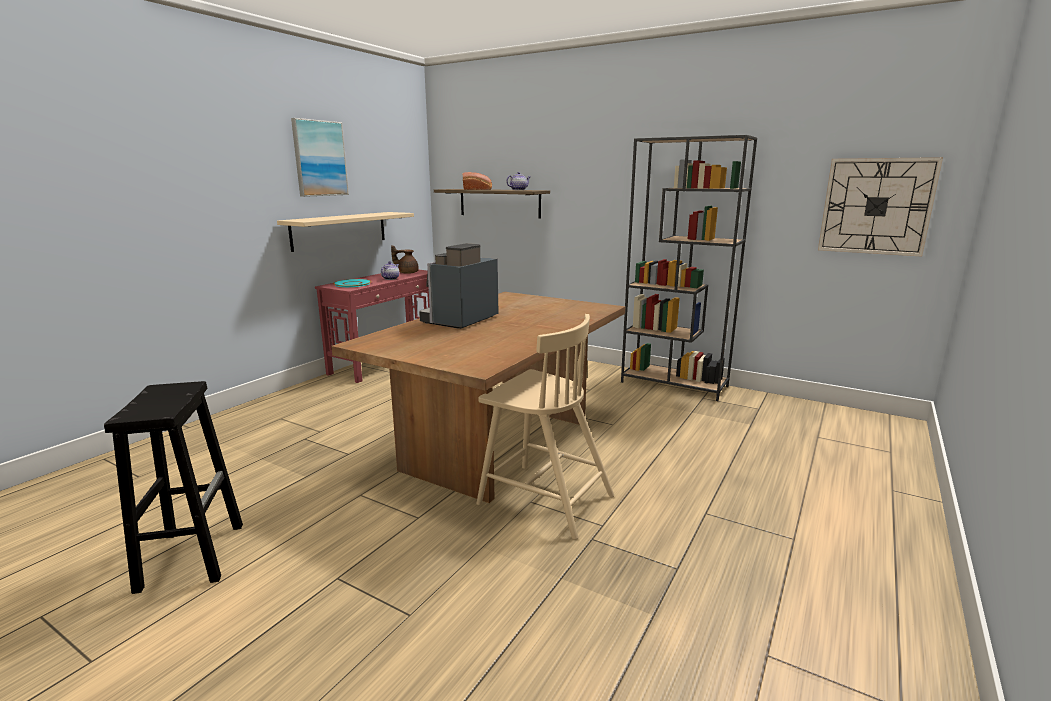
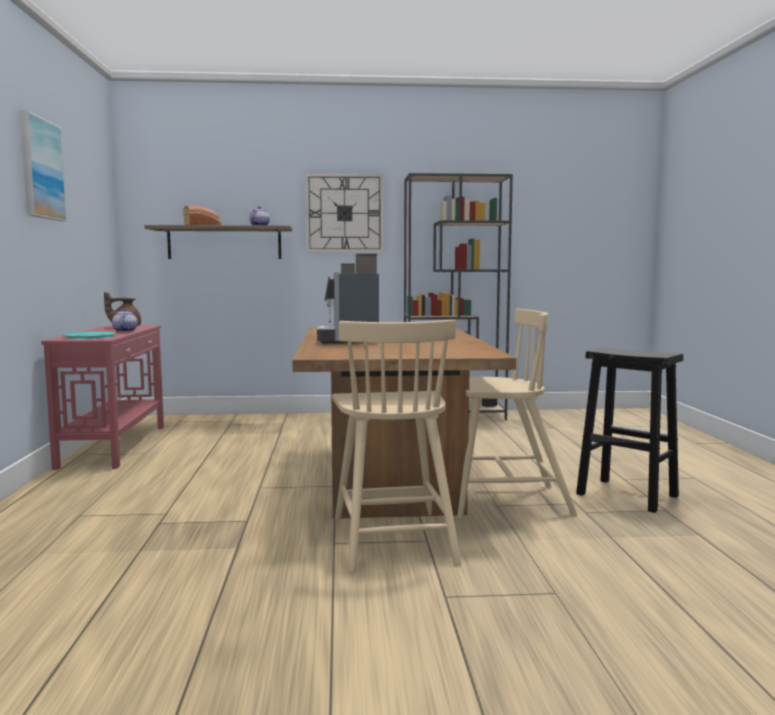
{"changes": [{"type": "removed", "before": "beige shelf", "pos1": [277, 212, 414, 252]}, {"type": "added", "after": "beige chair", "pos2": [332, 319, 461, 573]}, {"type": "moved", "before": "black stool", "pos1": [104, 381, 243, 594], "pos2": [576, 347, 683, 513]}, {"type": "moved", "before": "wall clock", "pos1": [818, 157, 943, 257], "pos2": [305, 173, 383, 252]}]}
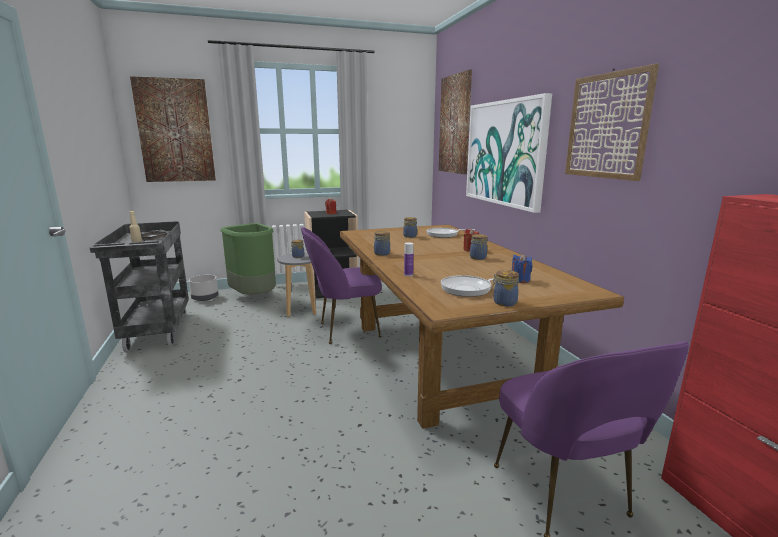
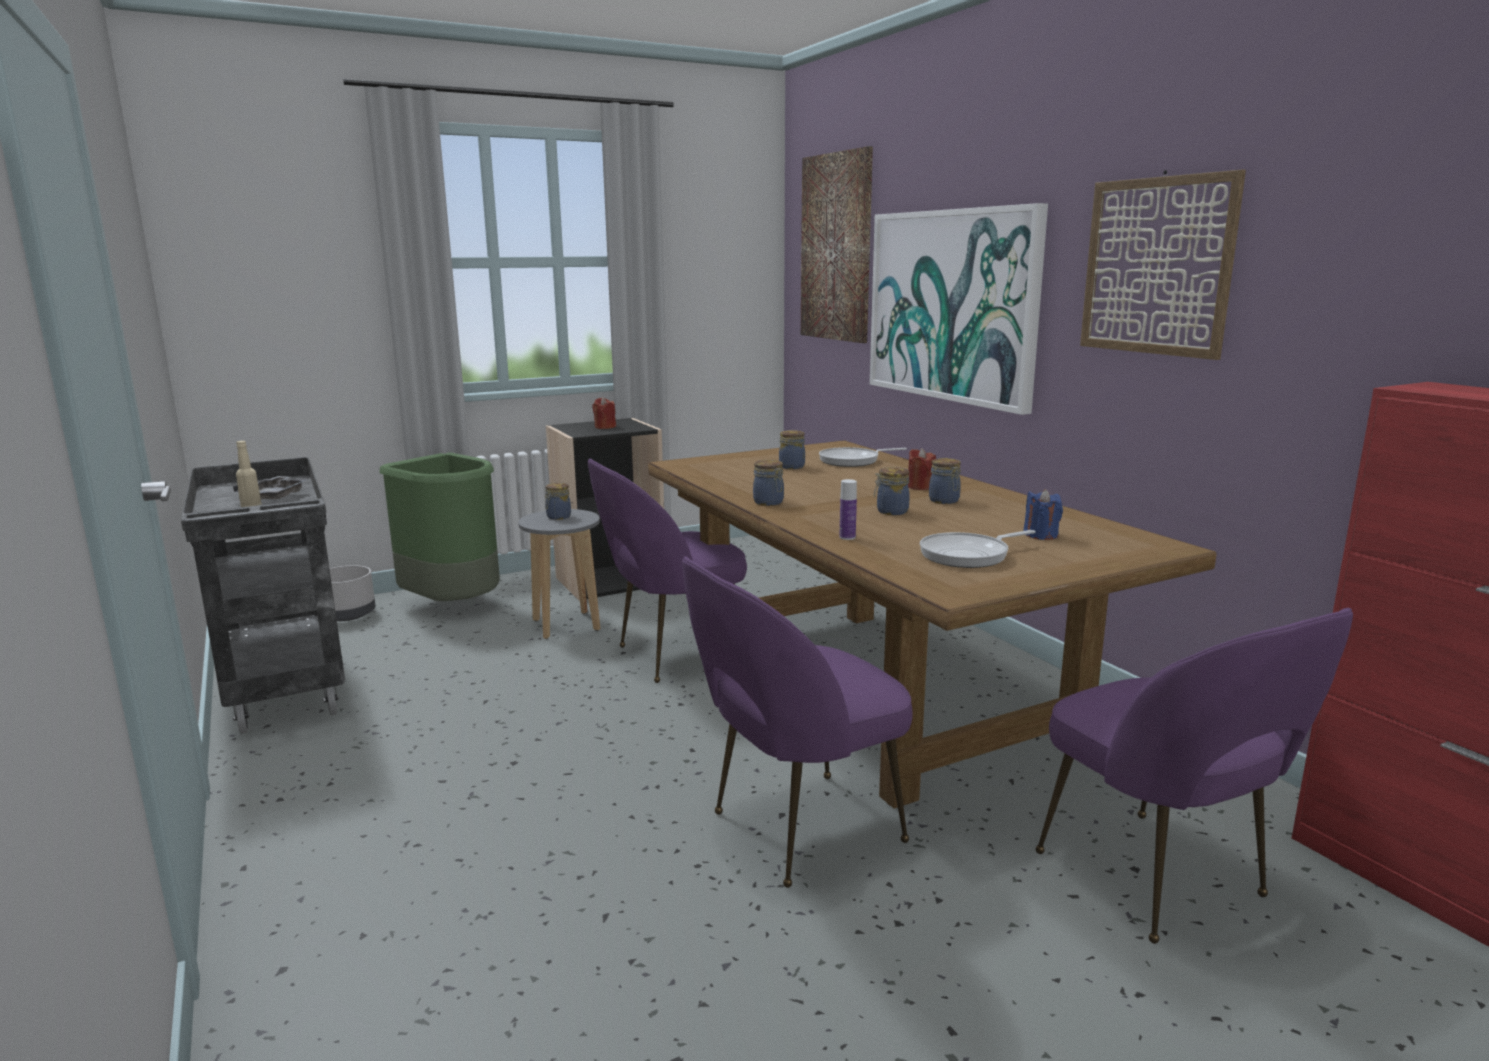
{"changes": [{"type": "removed", "before": "picture", "pos1": [130, 76, 216, 182]}, {"type": "added", "after": "purple chair", "pos2": [682, 556, 913, 888]}, {"type": "moved", "before": "jar", "pos1": [491, 270, 519, 306], "pos2": [874, 467, 910, 515]}]}
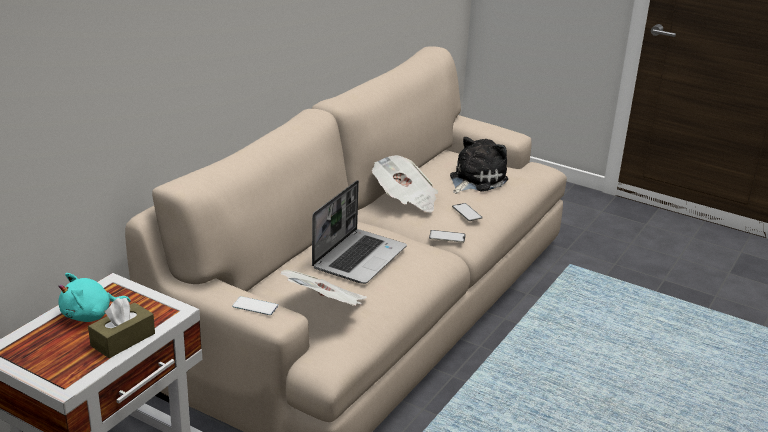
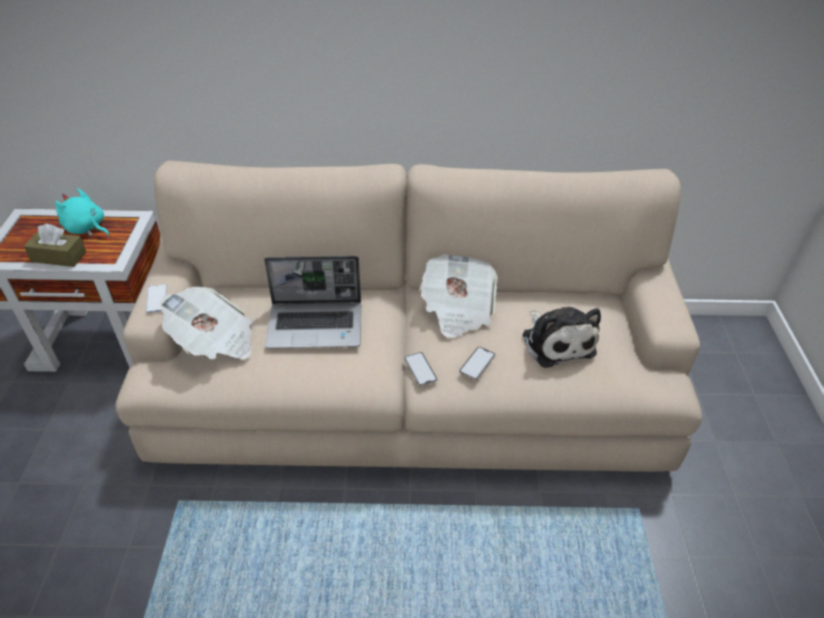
{"changes": [{"type": "turned", "before": "plush toy", "pos1": [450, 137, 508, 194], "pos2": [522, 307, 601, 368], "turn": 60}]}
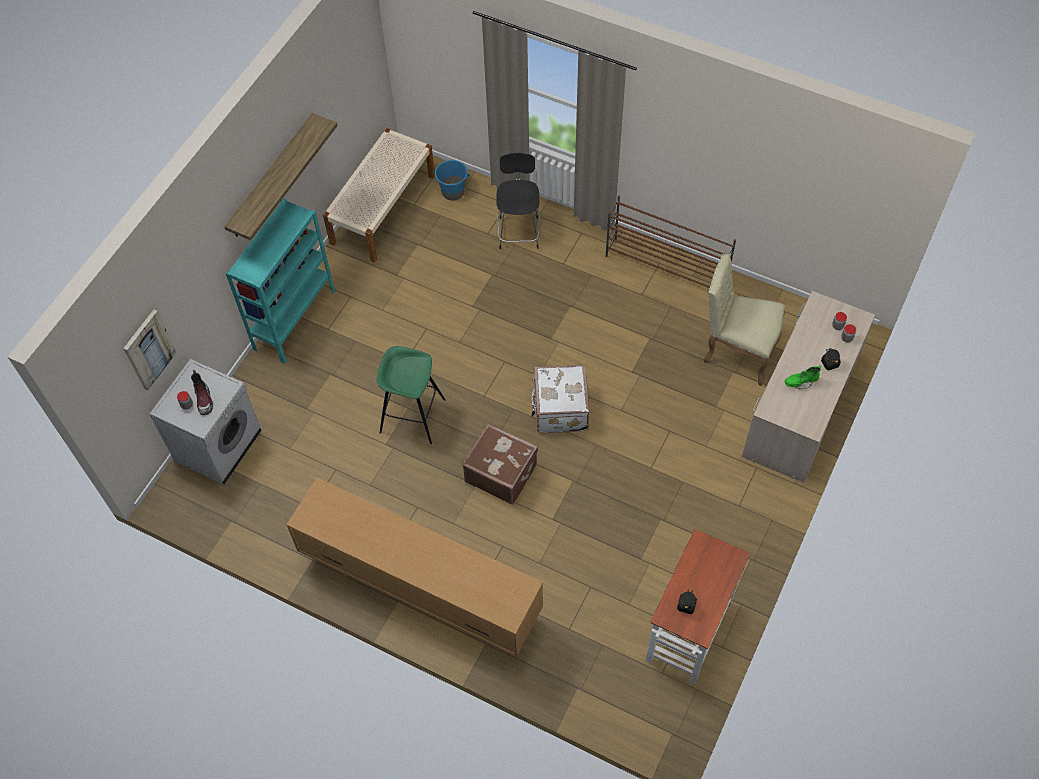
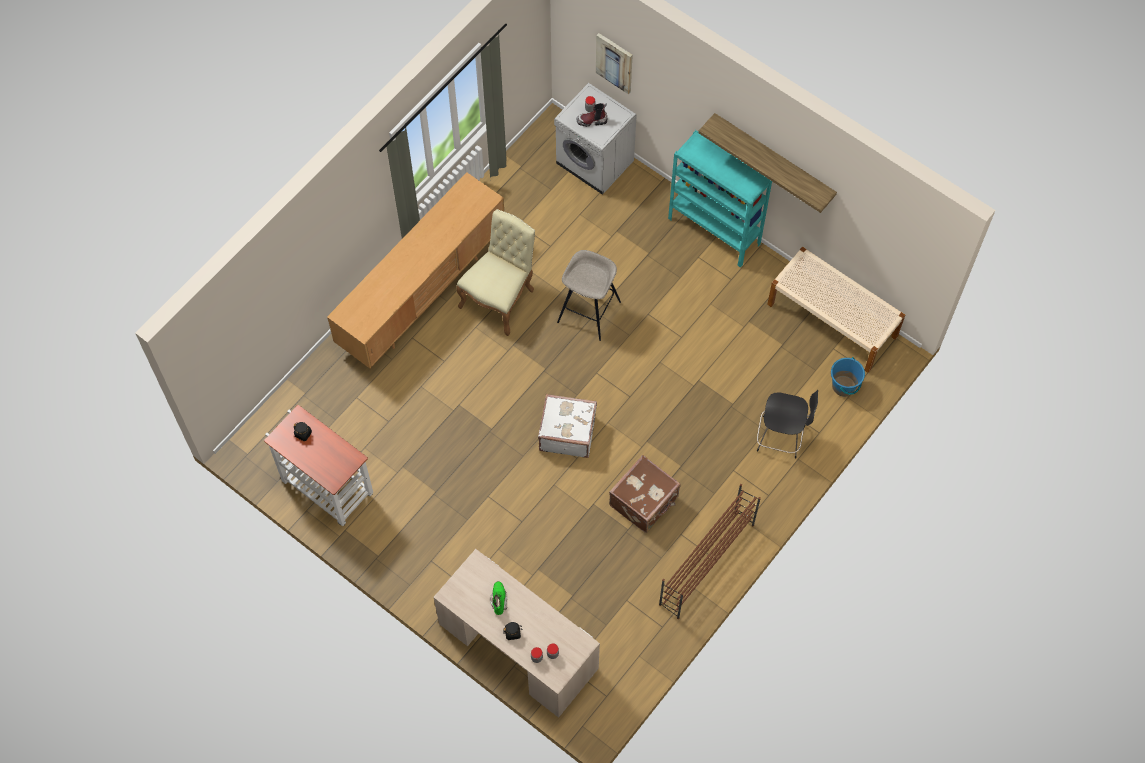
{"changes": [{"type": "moved", "before": "brown suitcase", "pos1": [462, 424, 538, 505], "pos2": [609, 455, 681, 533]}, {"type": "moved", "before": "beige chair", "pos1": [704, 254, 785, 386], "pos2": [457, 209, 535, 336]}, {"type": "recoloured", "before": "green stool", "after": "grey stool", "pos1": [377, 346, 445, 444], "pos2": [557, 250, 621, 341]}]}
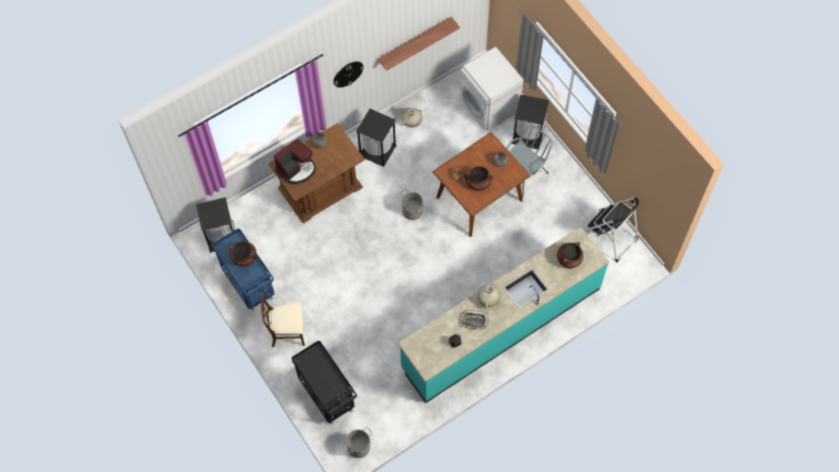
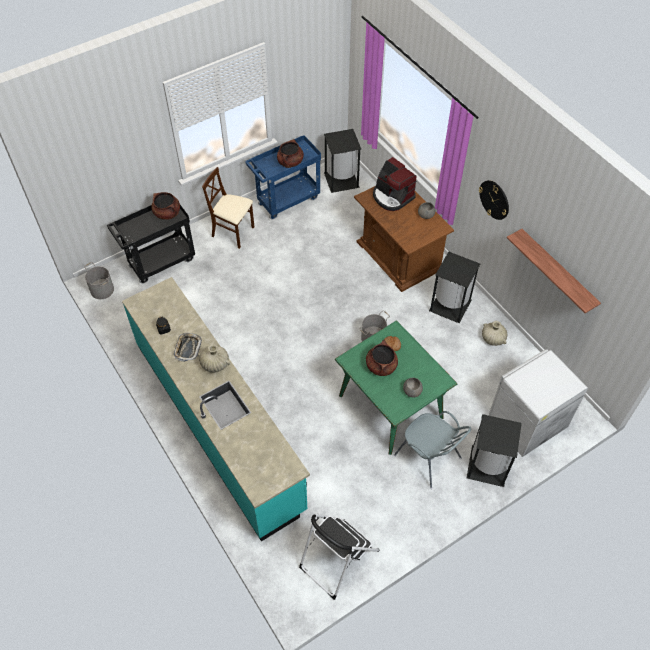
{"changes": [{"type": "moved", "before": "brown cooking pot", "pos1": [557, 242, 583, 269], "pos2": [151, 192, 180, 220]}, {"type": "recoloured", "before": "brown dining table", "after": "green dining table", "pos1": [433, 132, 531, 237], "pos2": [335, 320, 458, 455]}, {"type": "turned", "before": "beige chair", "pos1": [261, 295, 305, 347], "pos2": [202, 167, 254, 249], "turn": -60}]}
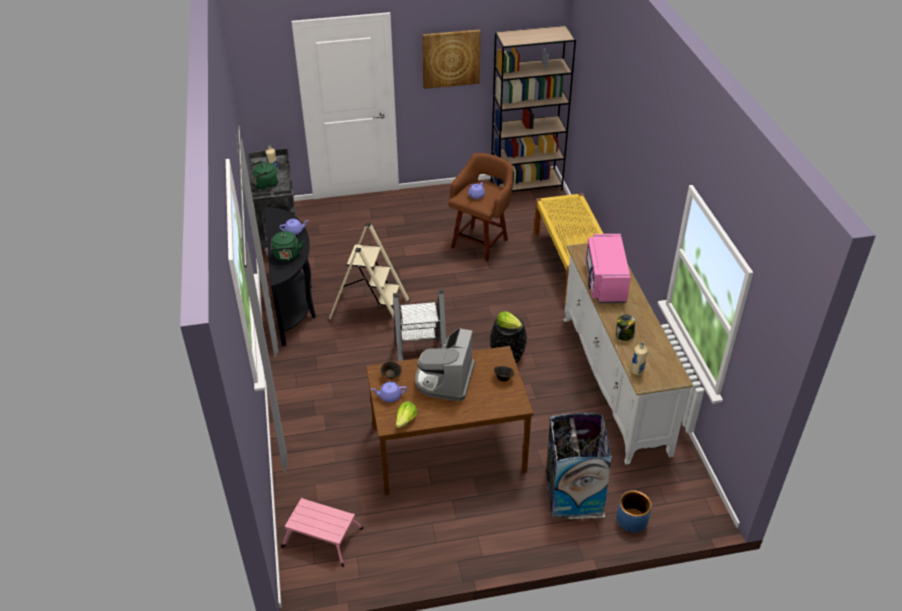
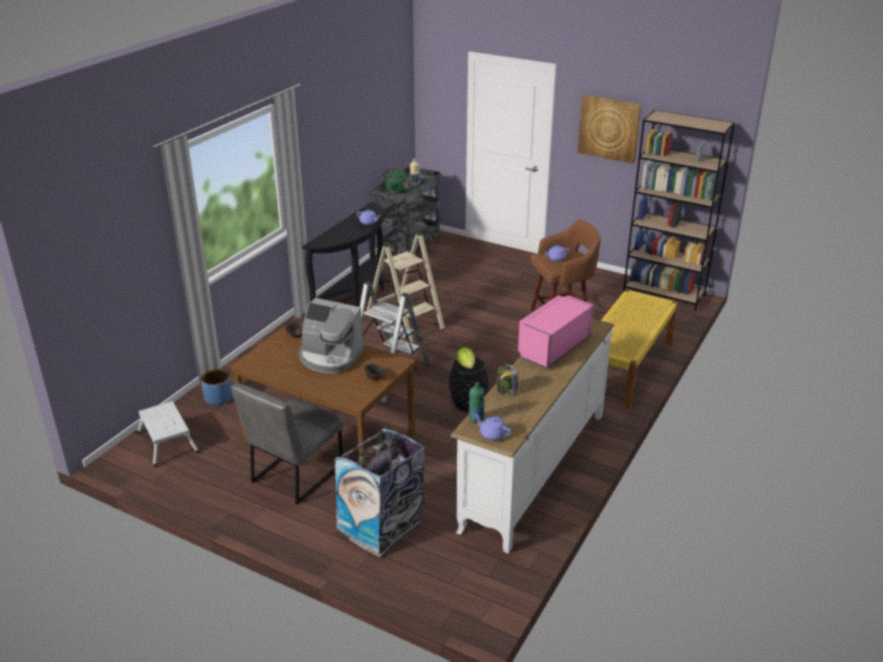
{"changes": [{"type": "removed", "before": "green kettle", "pos1": [271, 231, 304, 261]}, {"type": "removed", "before": "lettuce", "pos1": [396, 401, 418, 428]}, {"type": "added", "after": "grey chair", "pos2": [231, 383, 344, 504]}, {"type": "moved", "before": "purple teapot", "pos1": [371, 381, 407, 402], "pos2": [474, 414, 511, 440]}, {"type": "moved", "before": "blue planter", "pos1": [616, 490, 652, 533], "pos2": [201, 369, 233, 405]}, {"type": "recoloured", "before": "pink step ladder", "after": "white step ladder", "pos1": [281, 498, 364, 567], "pos2": [136, 401, 200, 468]}, {"type": "recoloured", "before": "beige bottle", "after": "green bottle", "pos1": [631, 343, 648, 375], "pos2": [469, 382, 484, 423]}, {"type": "turned", "before": "coffee machine", "pos1": [415, 328, 475, 401], "pos2": [299, 298, 364, 374], "turn": -120}]}
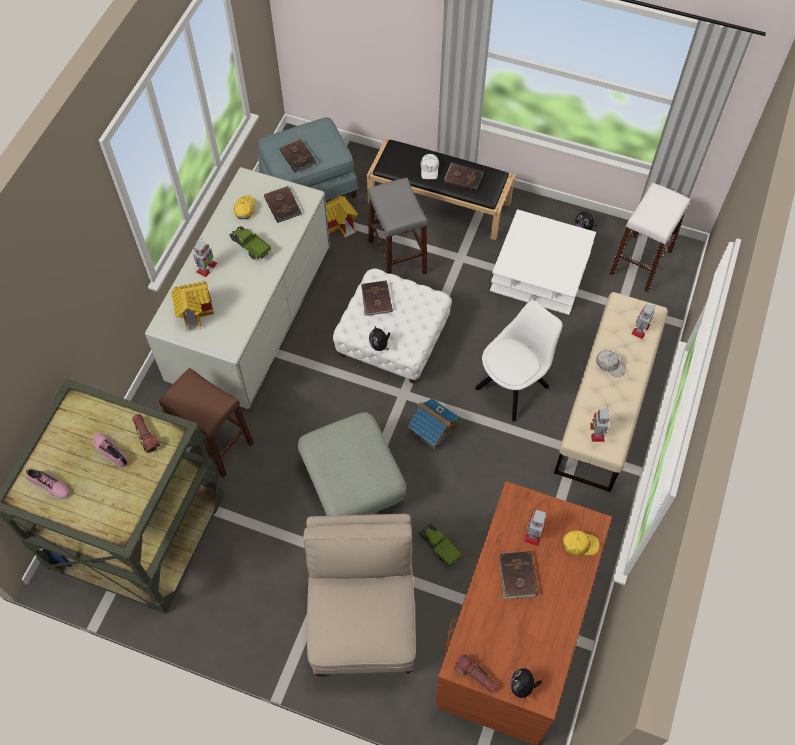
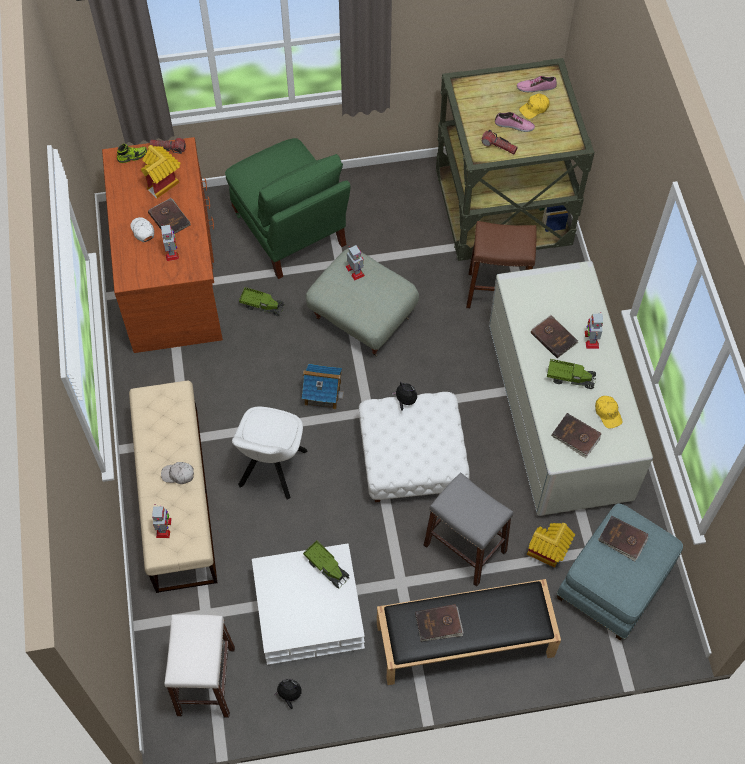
{"changes": [{"type": "added", "after": "toy truck", "pos2": [303, 540, 350, 588]}, {"type": "moved", "before": "toy house", "pos1": [171, 281, 214, 332], "pos2": [141, 145, 181, 198]}, {"type": "moved", "before": "brown book", "pos1": [361, 280, 393, 316], "pos2": [531, 315, 578, 358]}, {"type": "moved", "before": "white cap", "pos1": [420, 154, 439, 179], "pos2": [130, 217, 154, 242]}, {"type": "moved", "before": "yellow cap", "pos1": [563, 531, 600, 556], "pos2": [519, 93, 550, 119]}, {"type": "moved", "before": "toy robot", "pos1": [590, 407, 610, 442], "pos2": [345, 245, 365, 281]}, {"type": "replaced", "before": "plush toy", "after": "shoe", "pos1": [511, 667, 542, 702], "pos2": [117, 144, 147, 163]}, {"type": "recoloured", "before": "beige chair", "after": "green chair", "pos1": [303, 514, 416, 677], "pos2": [225, 138, 351, 279]}]}
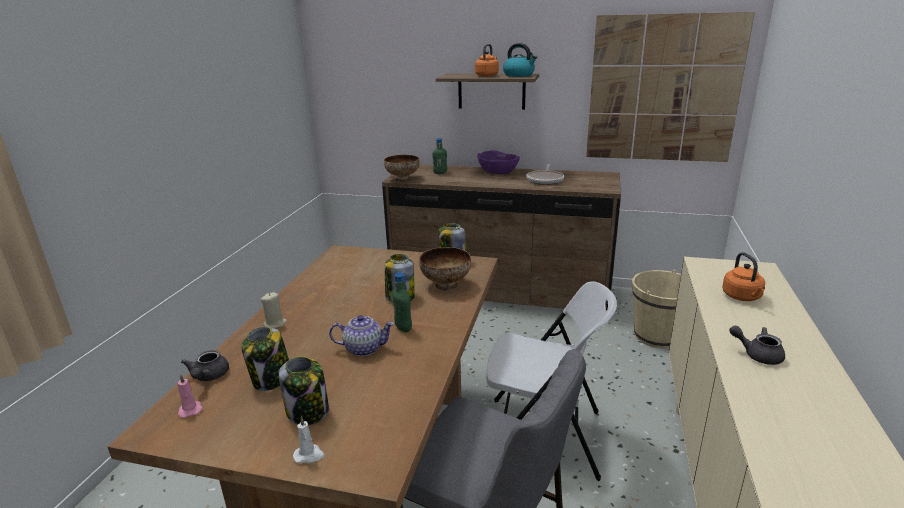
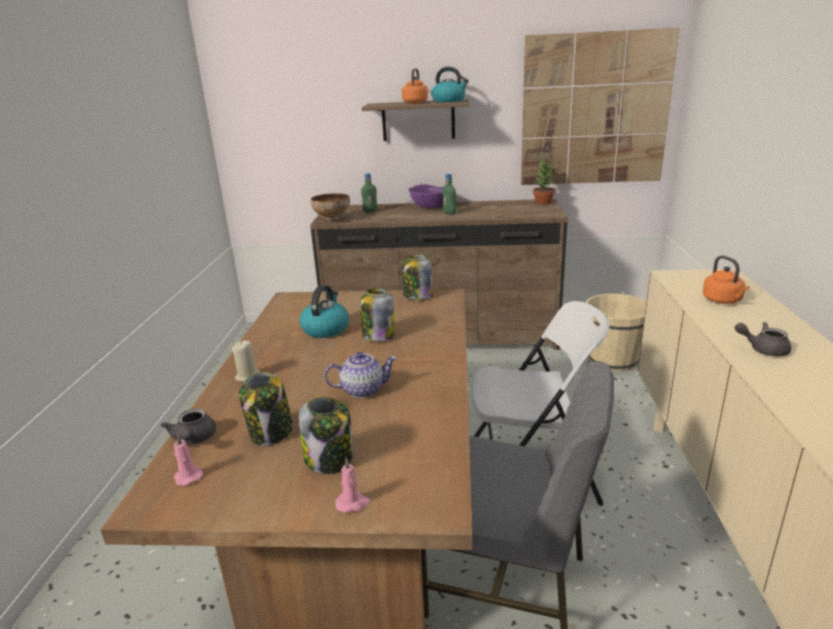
{"changes": [{"type": "removed", "before": "bowl", "pos1": [419, 247, 471, 290]}, {"type": "removed", "before": "frying pan", "pos1": [527, 164, 564, 185]}, {"type": "added", "after": "kettle", "pos2": [300, 285, 349, 338]}, {"type": "added", "after": "potted plant", "pos2": [533, 157, 555, 205]}, {"type": "moved", "before": "green bottle", "pos1": [392, 272, 412, 332], "pos2": [442, 174, 456, 215]}, {"type": "recoloured", "before": "white candle", "after": "pink candle", "pos1": [293, 416, 325, 463], "pos2": [335, 458, 371, 513]}]}
